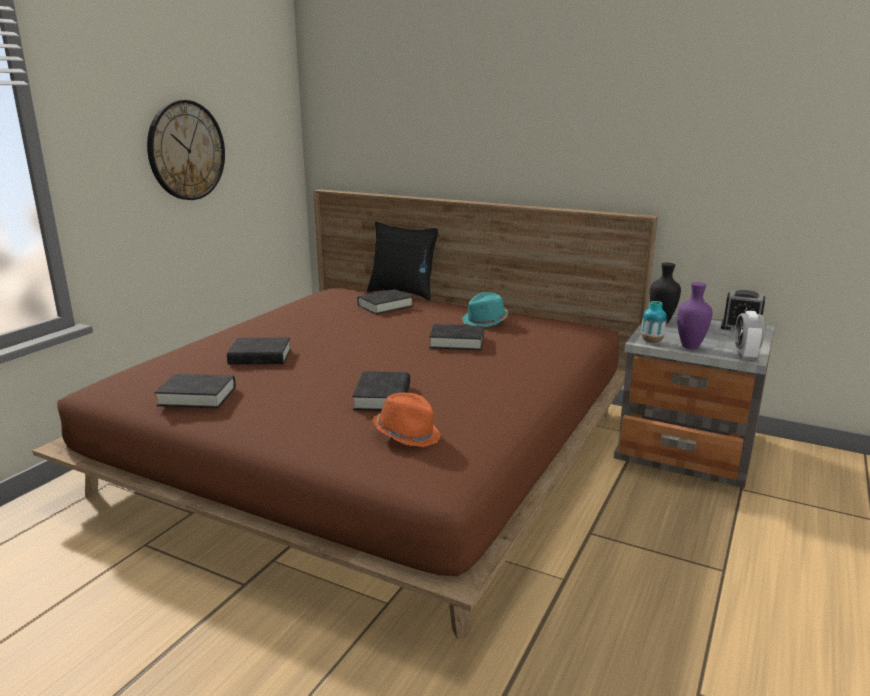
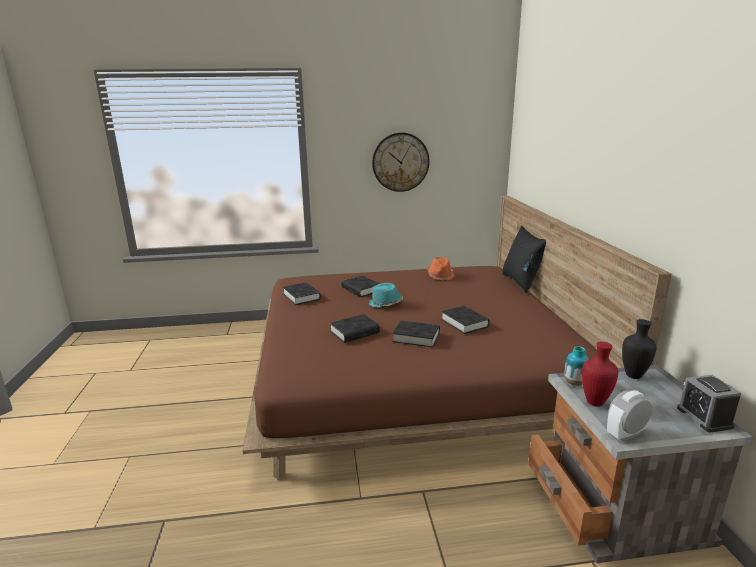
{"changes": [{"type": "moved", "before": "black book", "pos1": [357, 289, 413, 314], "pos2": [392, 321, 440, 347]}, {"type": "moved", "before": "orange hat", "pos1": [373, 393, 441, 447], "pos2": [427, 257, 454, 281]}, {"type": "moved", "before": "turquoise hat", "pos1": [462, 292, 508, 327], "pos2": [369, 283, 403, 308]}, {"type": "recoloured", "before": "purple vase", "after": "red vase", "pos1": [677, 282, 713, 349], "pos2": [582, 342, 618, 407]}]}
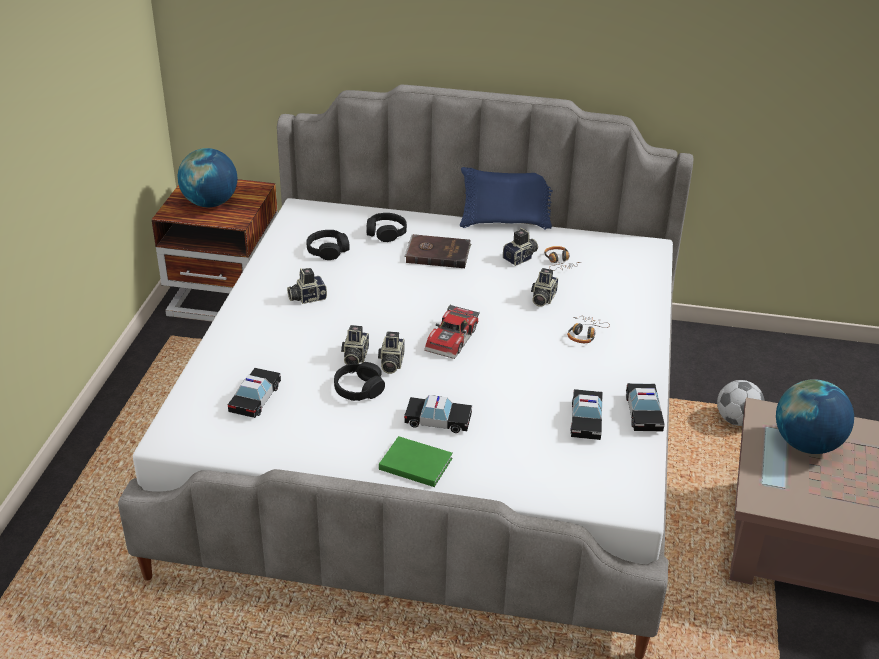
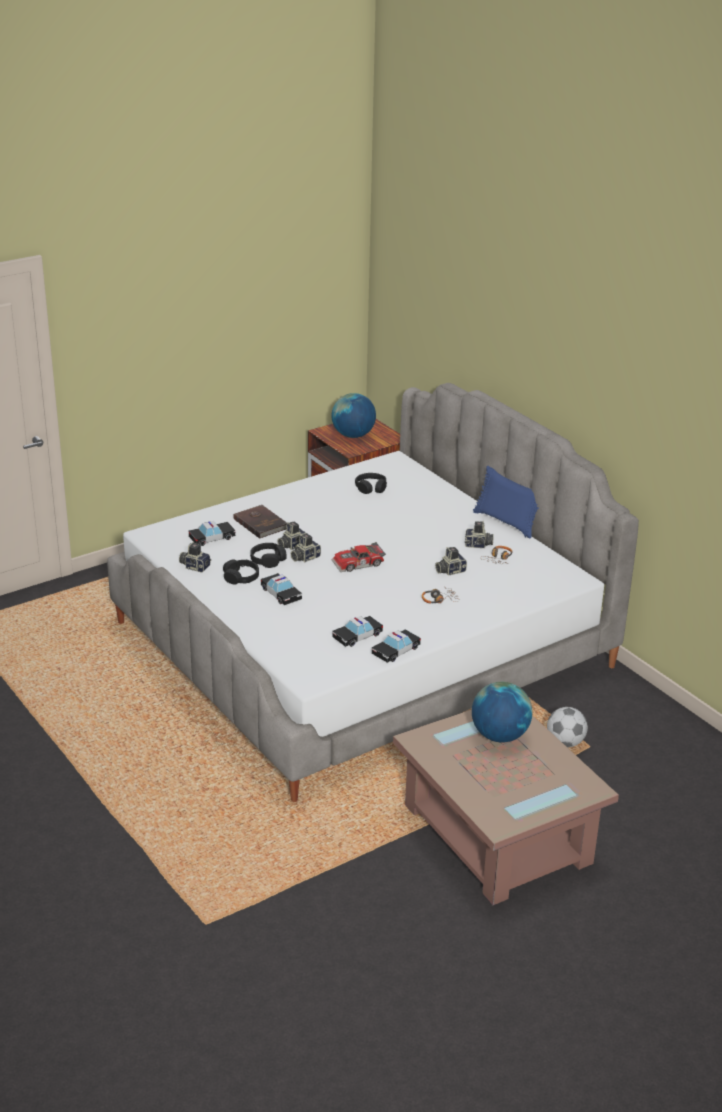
{"changes": [{"type": "removed", "before": "green book", "pos1": [379, 436, 453, 487]}, {"type": "moved", "before": "photo camera", "pos1": [287, 268, 327, 304], "pos2": [179, 541, 211, 573]}, {"type": "moved", "before": "black headphones", "pos1": [367, 213, 407, 242], "pos2": [223, 559, 259, 585]}, {"type": "moved", "before": "brown book", "pos1": [404, 234, 471, 268], "pos2": [233, 505, 287, 539]}]}
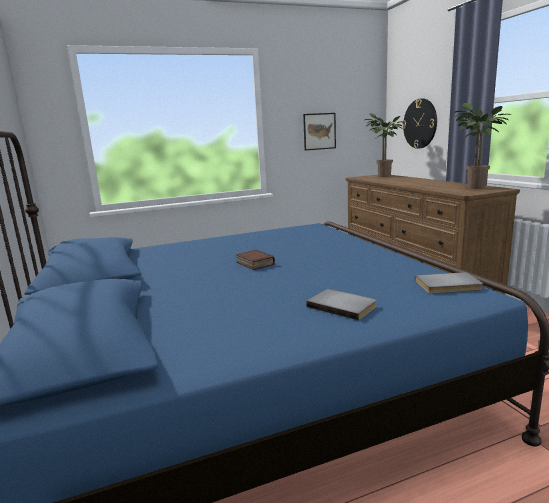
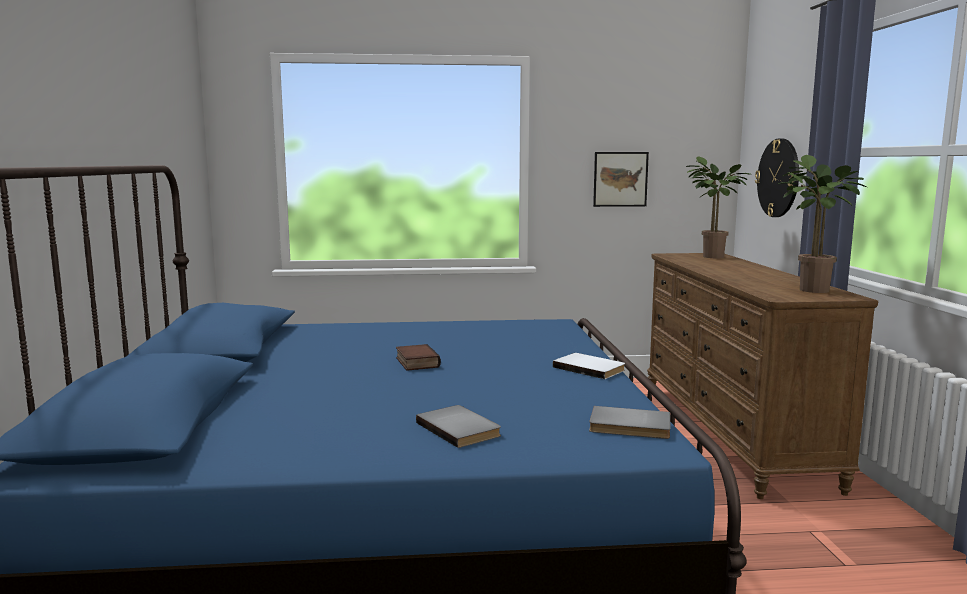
{"changes": [{"type": "added", "after": "white book", "pos2": [553, 353, 625, 379]}]}
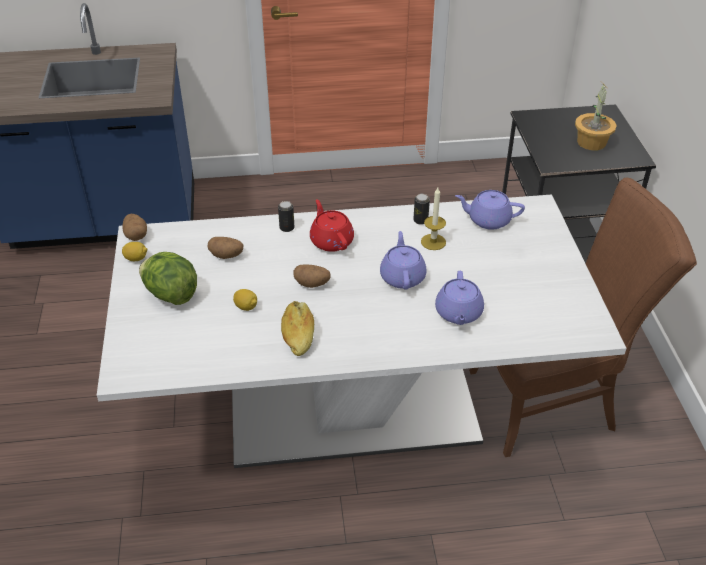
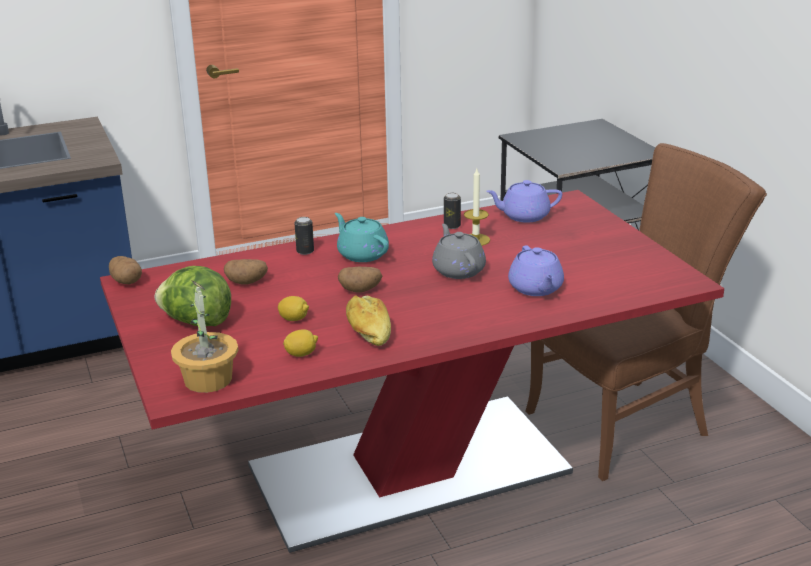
{"changes": [{"type": "moved", "before": "lemon", "pos1": [122, 242, 147, 261], "pos2": [283, 330, 318, 357]}, {"type": "moved", "before": "potted plant", "pos1": [575, 84, 617, 151], "pos2": [171, 280, 238, 393]}, {"type": "recoloured", "before": "white dining table", "after": "red dining table", "pos1": [97, 195, 626, 468], "pos2": [100, 190, 724, 553]}, {"type": "recoloured", "before": "red teapot", "after": "turquoise teapot", "pos1": [310, 199, 354, 252], "pos2": [335, 213, 389, 262]}, {"type": "recoloured", "before": "purple teapot", "after": "grey teapot", "pos1": [380, 231, 426, 290], "pos2": [432, 224, 486, 279]}]}
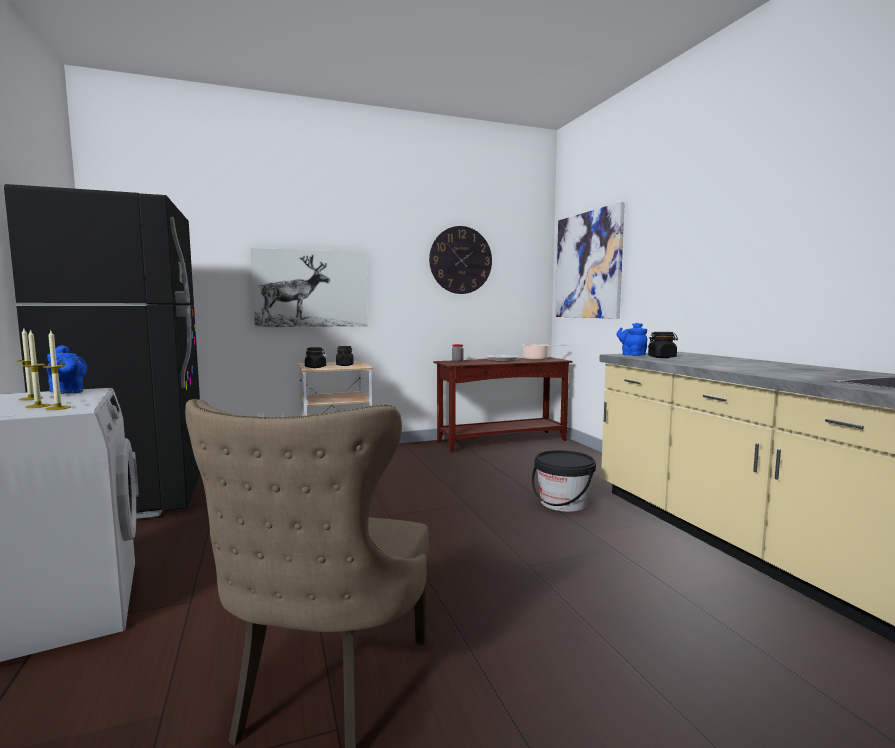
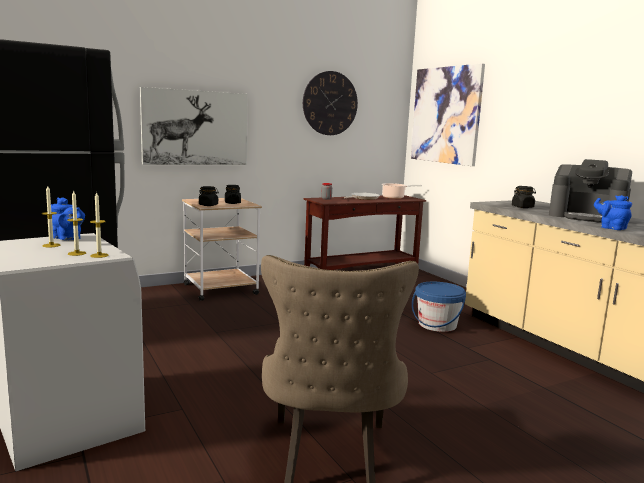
{"changes": [{"type": "added", "after": "coffee machine", "pos2": [549, 159, 632, 222]}, {"type": "moved", "before": "blue teapot", "pos1": [616, 323, 647, 356], "pos2": [594, 195, 632, 230]}, {"type": "recoloured", "before": "black bucket", "after": "blue bucket", "pos1": [532, 450, 596, 512], "pos2": [412, 282, 466, 332]}]}
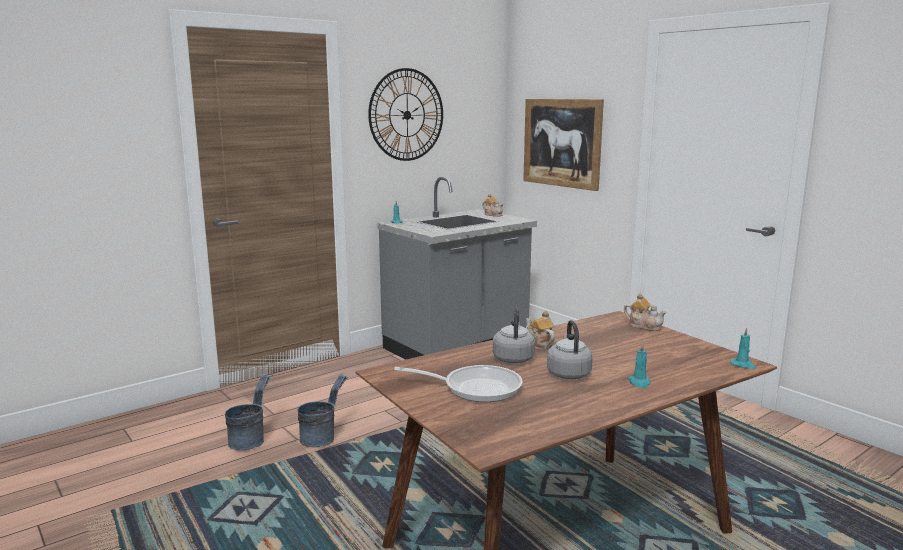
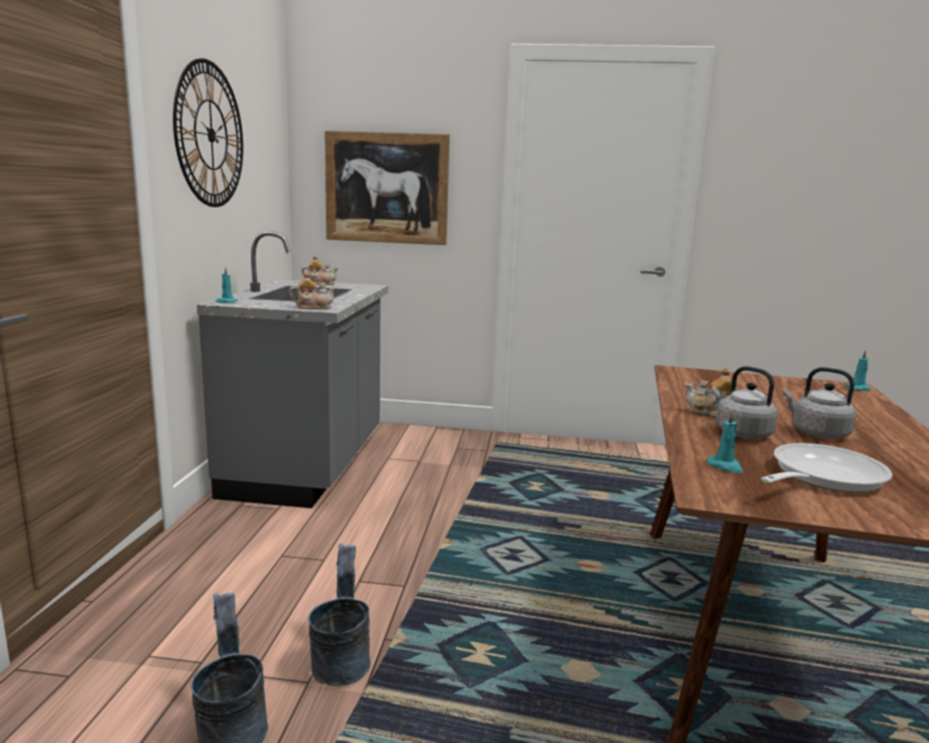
{"changes": [{"type": "moved", "before": "teapot", "pos1": [624, 293, 666, 331], "pos2": [289, 272, 336, 309]}, {"type": "moved", "before": "turquoise candle", "pos1": [628, 343, 651, 388], "pos2": [707, 411, 743, 473]}]}
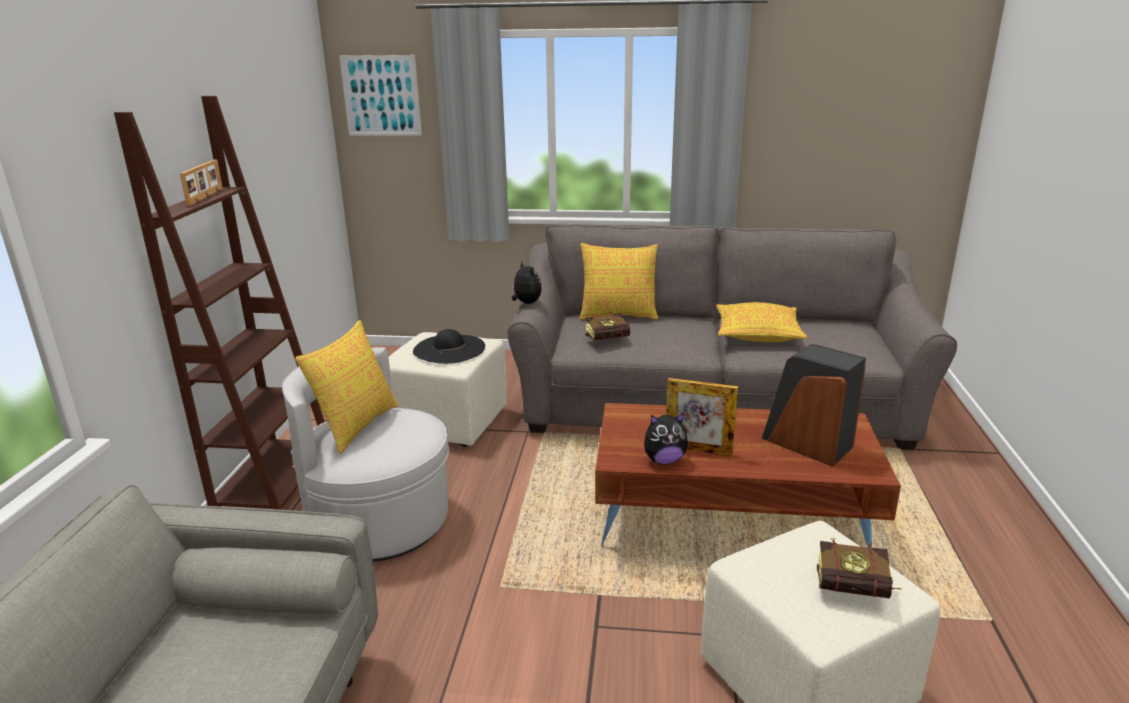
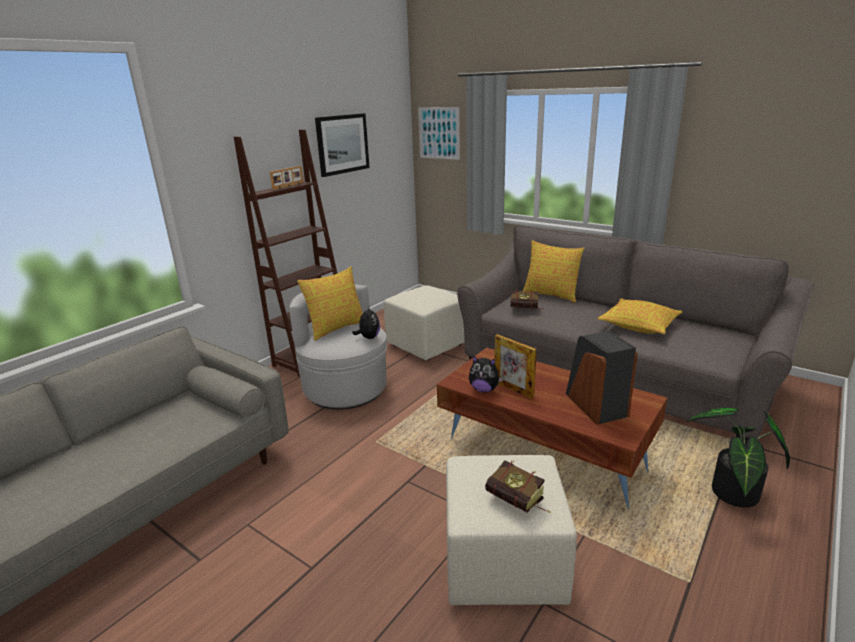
{"changes": [{"type": "removed", "before": "black hat", "pos1": [413, 329, 485, 364]}, {"type": "added", "after": "picture", "pos2": [315, 113, 370, 177]}, {"type": "added", "after": "potted plant", "pos2": [686, 408, 790, 507]}, {"type": "moved", "before": "plush toy", "pos1": [510, 262, 541, 304], "pos2": [352, 305, 380, 339]}]}
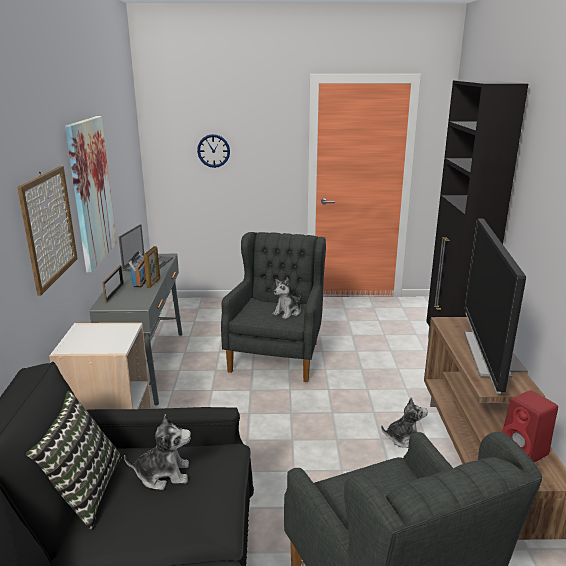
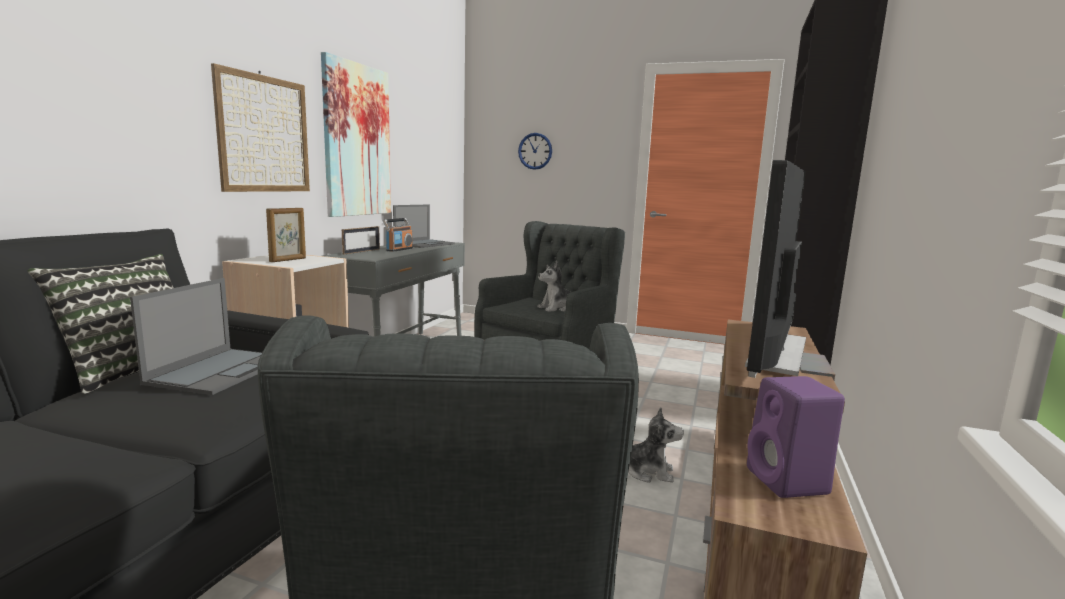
{"changes": [{"type": "moved", "before": "picture frame", "pos1": [144, 246, 160, 288], "pos2": [266, 208, 306, 262]}, {"type": "replaced", "before": "plush toy", "after": "laptop", "pos1": [124, 414, 191, 490], "pos2": [130, 278, 262, 395]}, {"type": "recoloured", "before": "red speaker", "after": "purple speaker", "pos1": [502, 390, 558, 462], "pos2": [747, 376, 845, 498]}]}
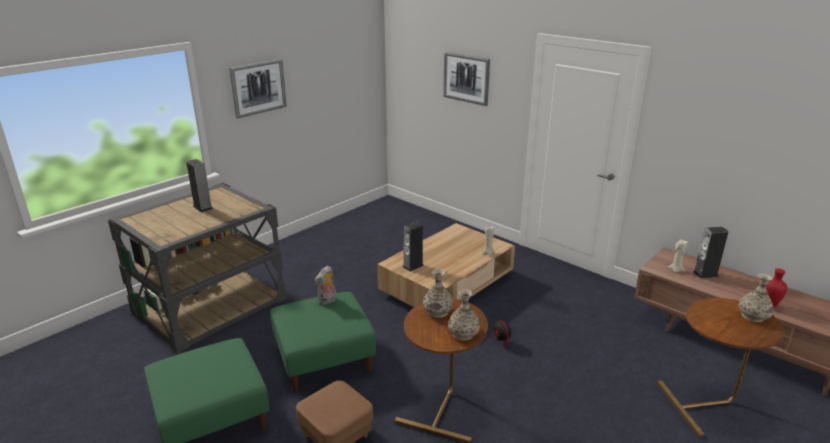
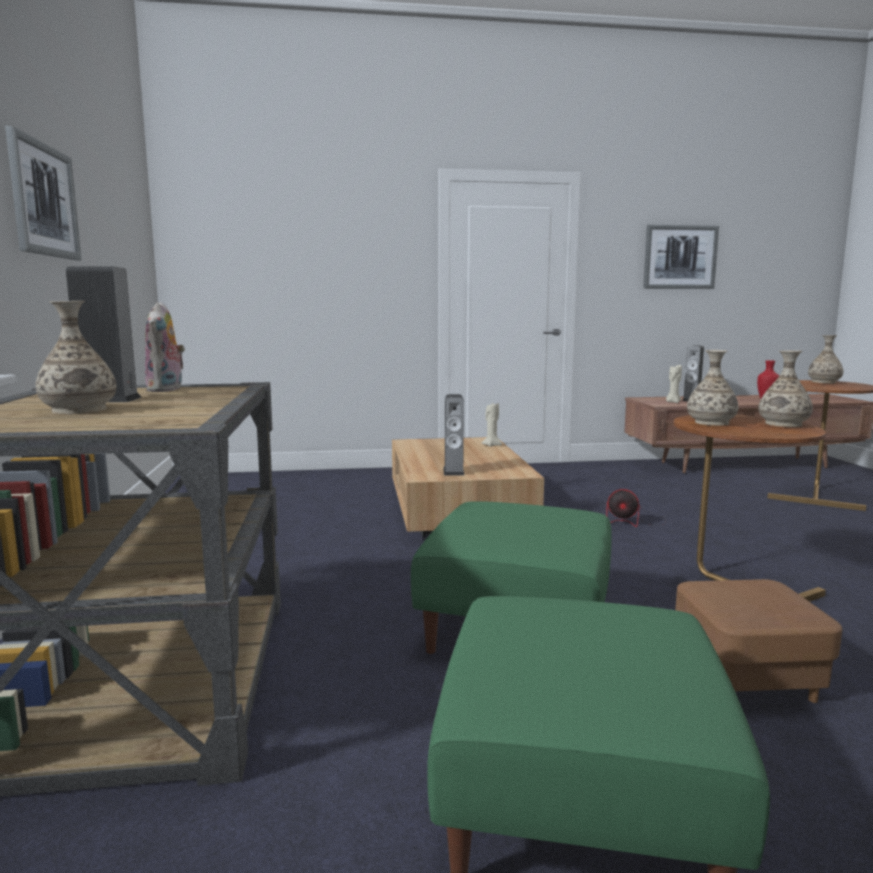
{"changes": [{"type": "added", "after": "vase", "pos2": [35, 301, 116, 415]}, {"type": "moved", "before": "plush toy", "pos1": [315, 266, 336, 305], "pos2": [145, 302, 185, 392]}, {"type": "moved", "before": "picture", "pos1": [443, 52, 490, 106], "pos2": [643, 225, 719, 289]}]}
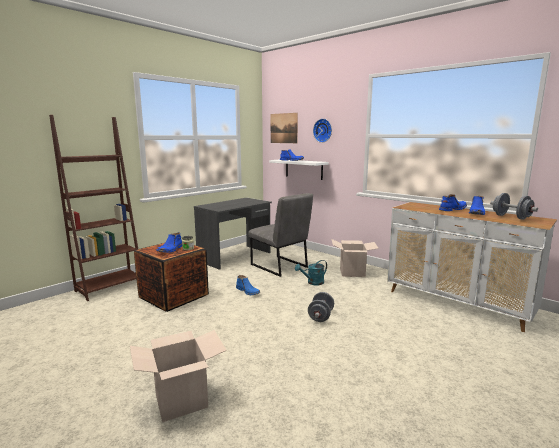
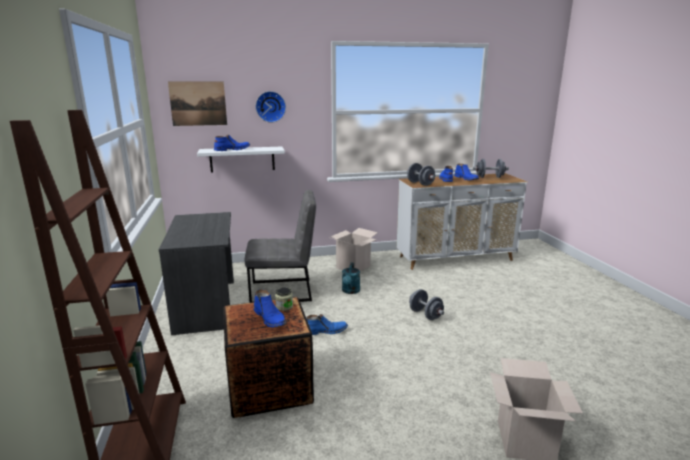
{"changes": [{"type": "added", "after": "grey dumbbell", "pos2": [407, 163, 435, 186]}]}
